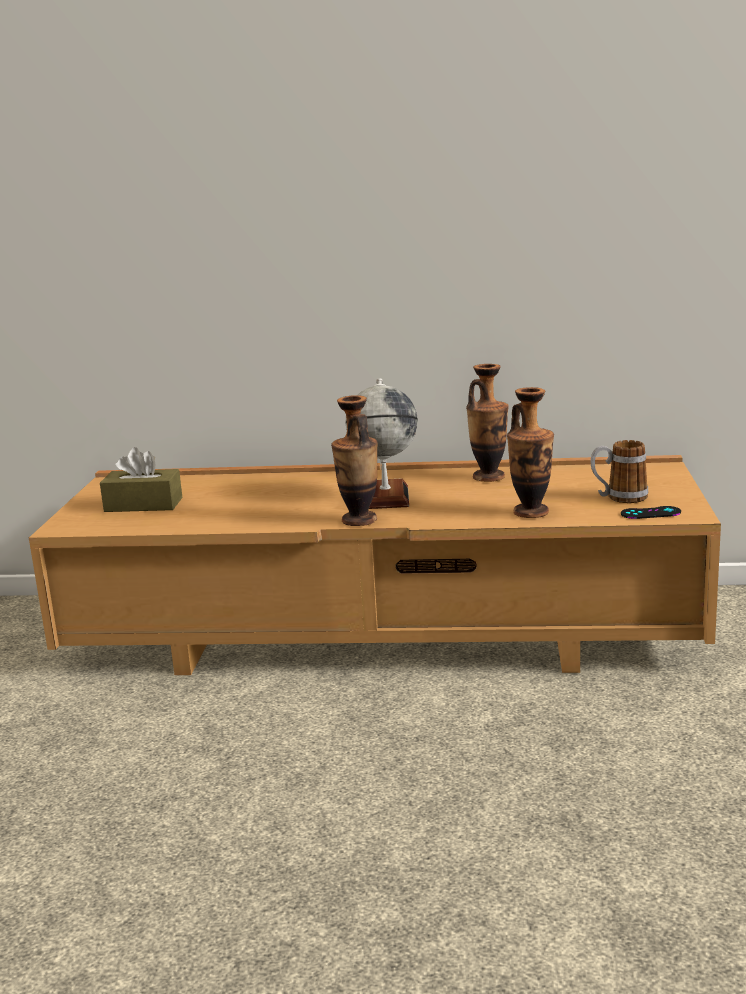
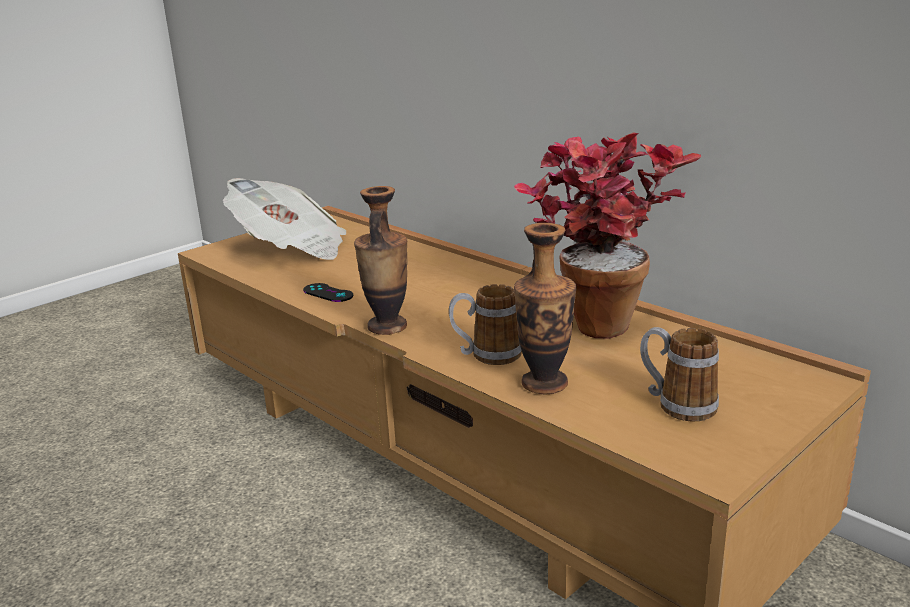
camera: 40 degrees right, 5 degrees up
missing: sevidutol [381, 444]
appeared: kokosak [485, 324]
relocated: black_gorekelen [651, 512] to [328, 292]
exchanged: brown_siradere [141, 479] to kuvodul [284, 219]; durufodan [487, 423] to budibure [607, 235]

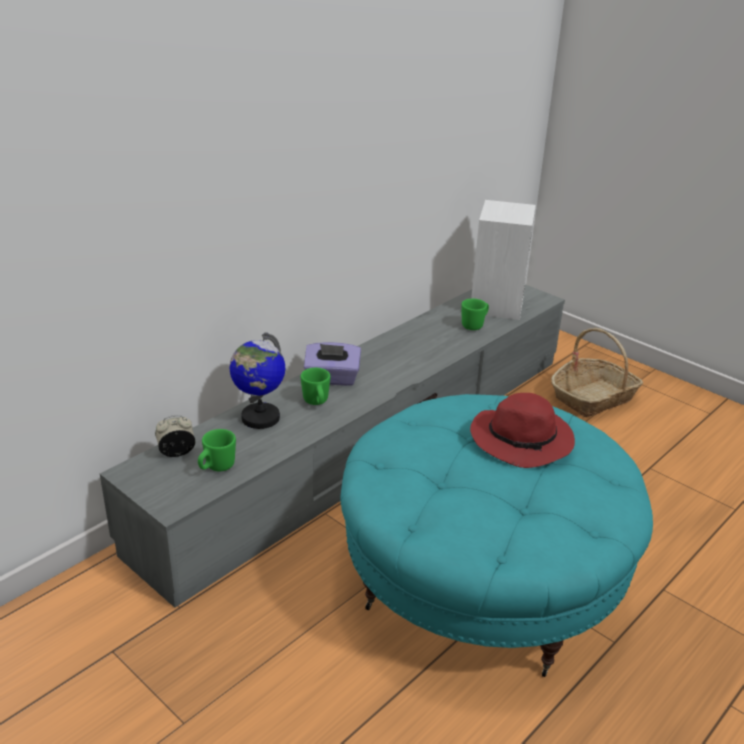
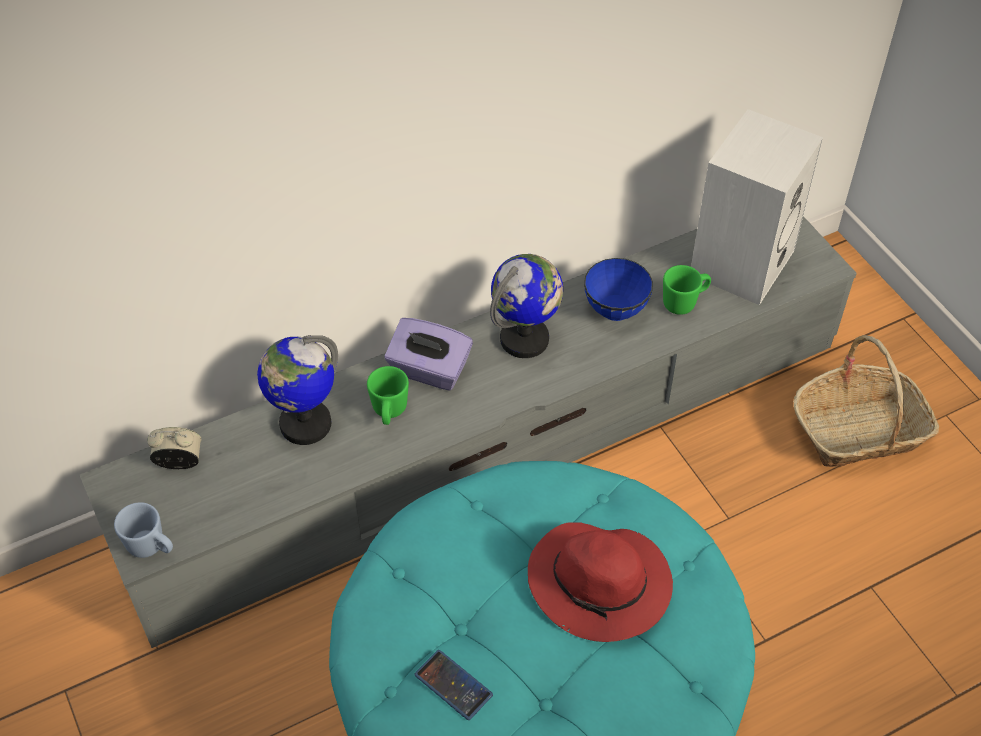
camera: 20 degrees right, 20 degrees up
missing: green_kokosak [217, 450]
appeared: blue_kokosak [143, 530]; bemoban [453, 685]; sevidutol [526, 306]; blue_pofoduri [618, 289]

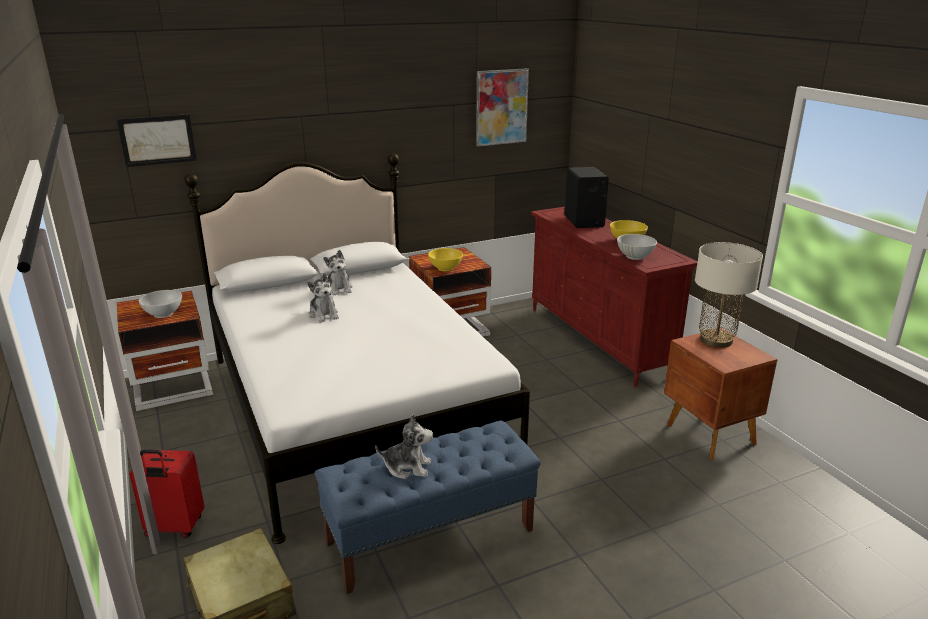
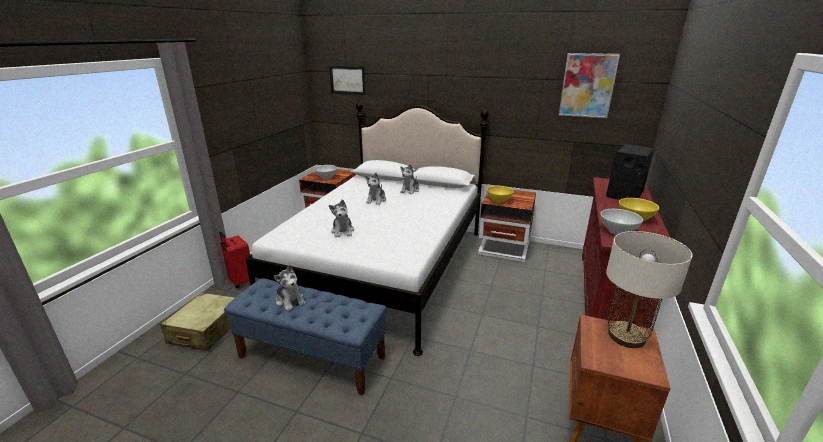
camera: 45 degrees right, 0 degrees up
appeared: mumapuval [341, 218]

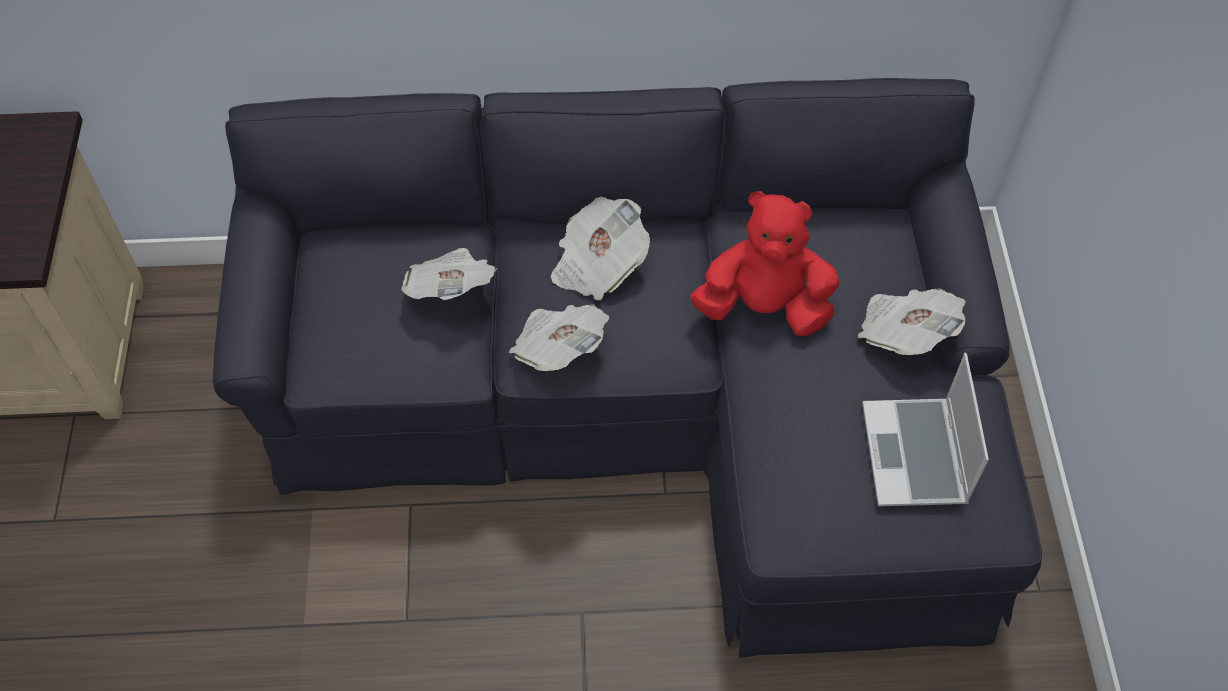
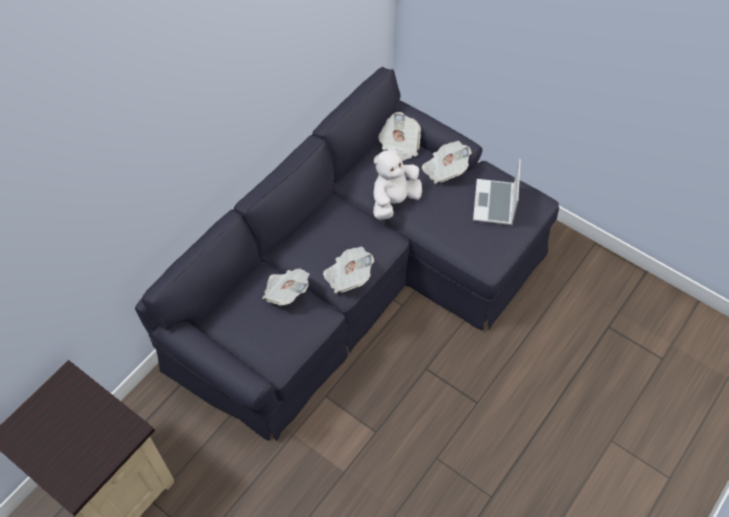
camera: 50 degrees left, 0 degrees up
relocated: kuvodul [600, 248] to [399, 136]
colour: red_mumapuval [765, 264] to white_mumapuval [397, 183]
spun: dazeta [925, 429] = [497, 192] 60 degrees clockwise

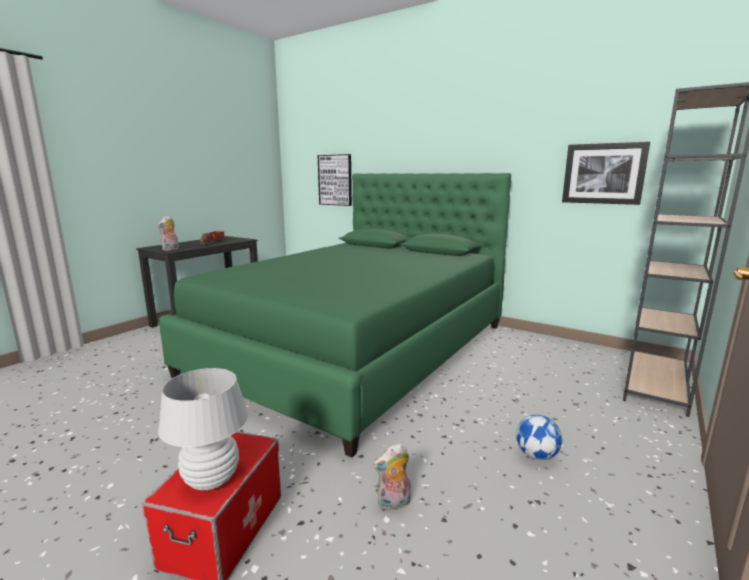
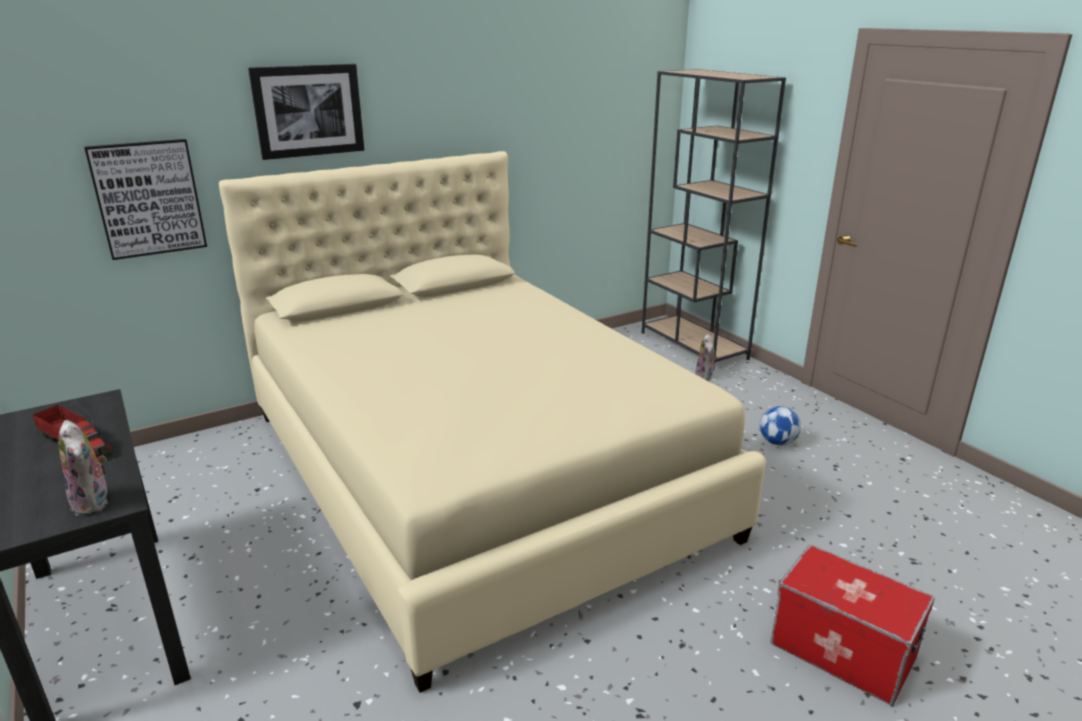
camera: 65 degrees left, 10 degrees up
missing: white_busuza [203, 429]
relocated: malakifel [606, 173] to [306, 112]; mumapuval [392, 477] to [706, 357]
colour: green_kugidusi [335, 315] to beige_kugidusi [492, 422]

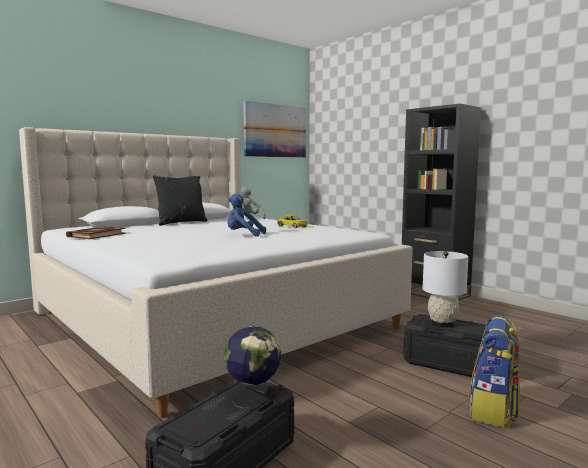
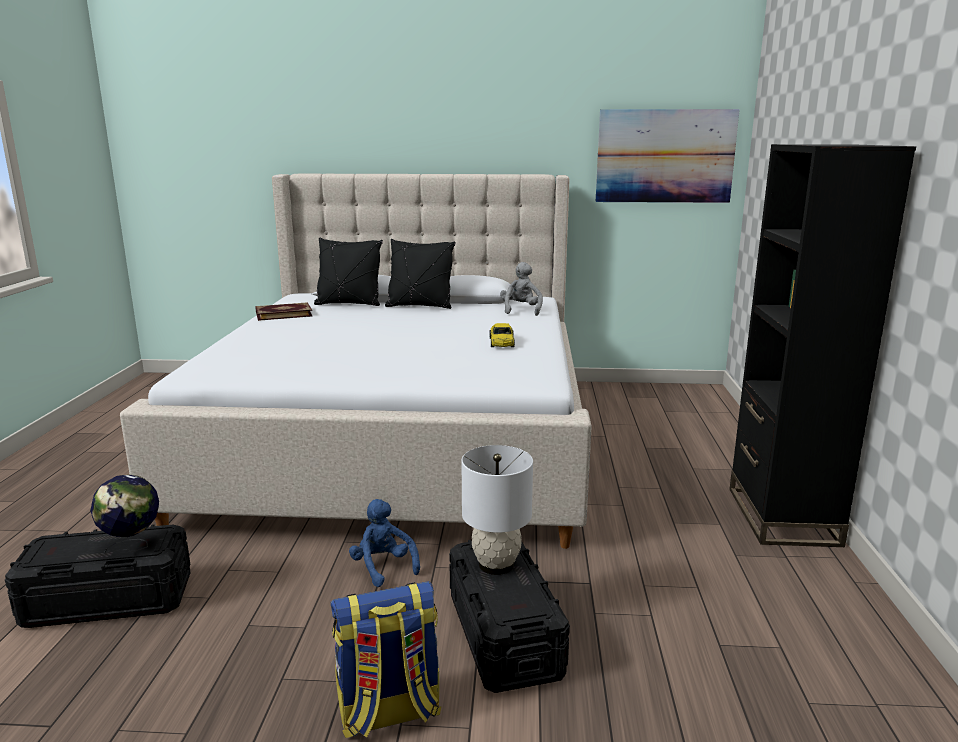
camera: 45 degrees right, 10 degrees up
appeared: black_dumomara [348, 272]
relocated: blue_mumapuval [246, 214] to [384, 543]

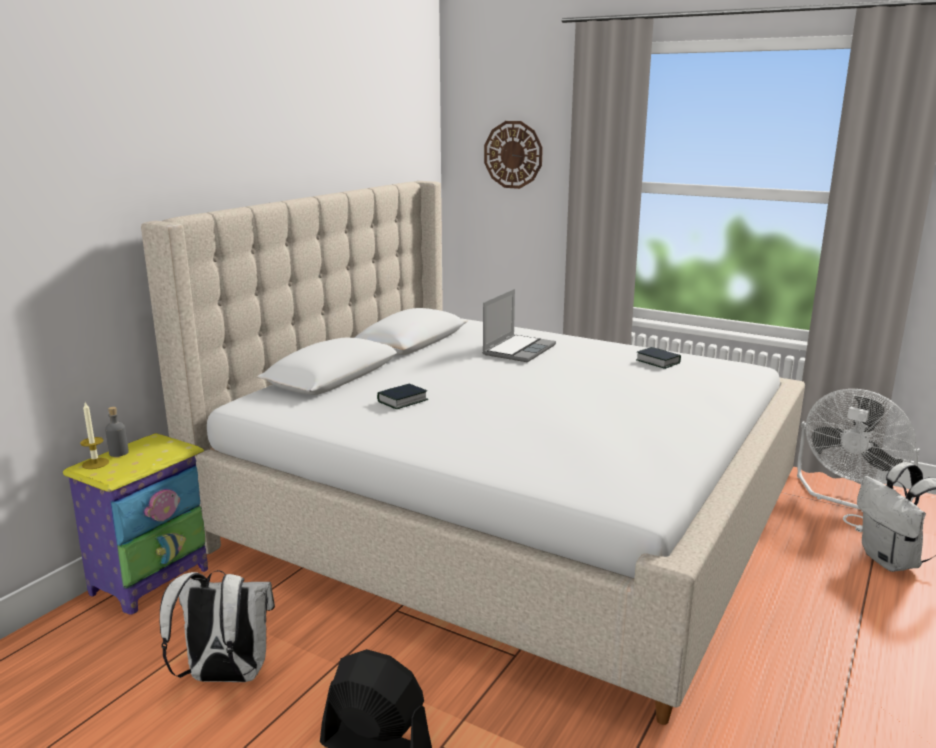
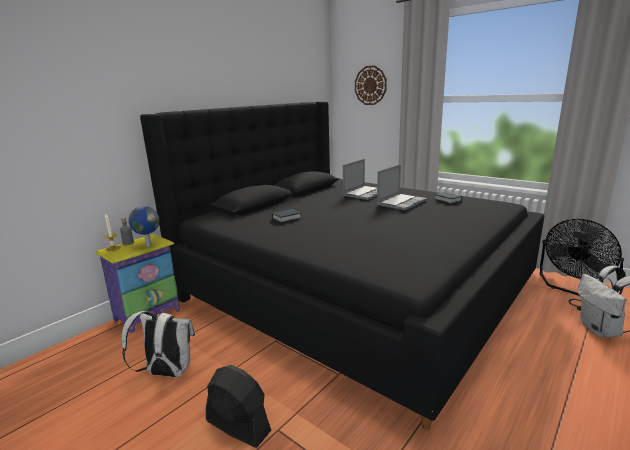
camera: 10 degrees right, 0 degrees up
appeared: sevidutol [144, 226]; dazeta [402, 187]
colour: beige_kugidusi [473, 453] to black_kugidusi [342, 266]; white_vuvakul [858, 460] to black_vuvakul [582, 265]

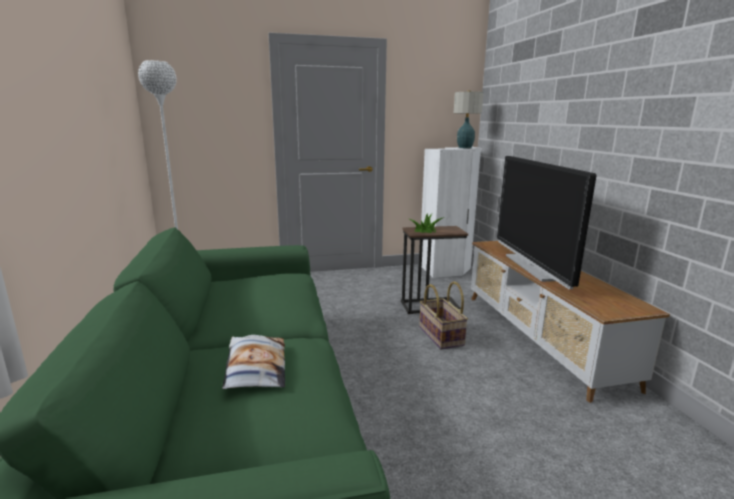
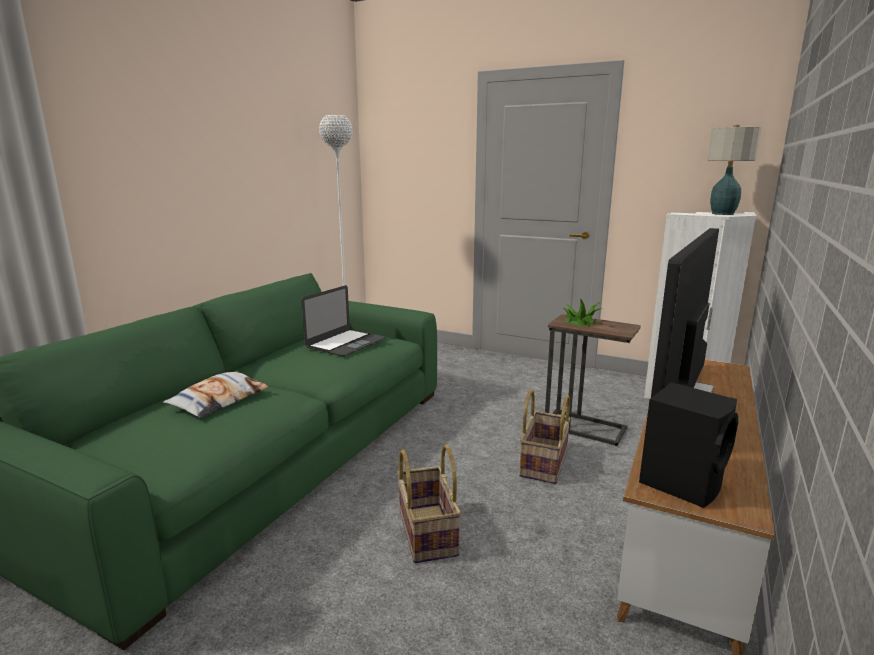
camera: 40 degrees right, 0 degrees up
appeared: dazeta [343, 320]; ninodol [429, 503]; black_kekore [688, 445]

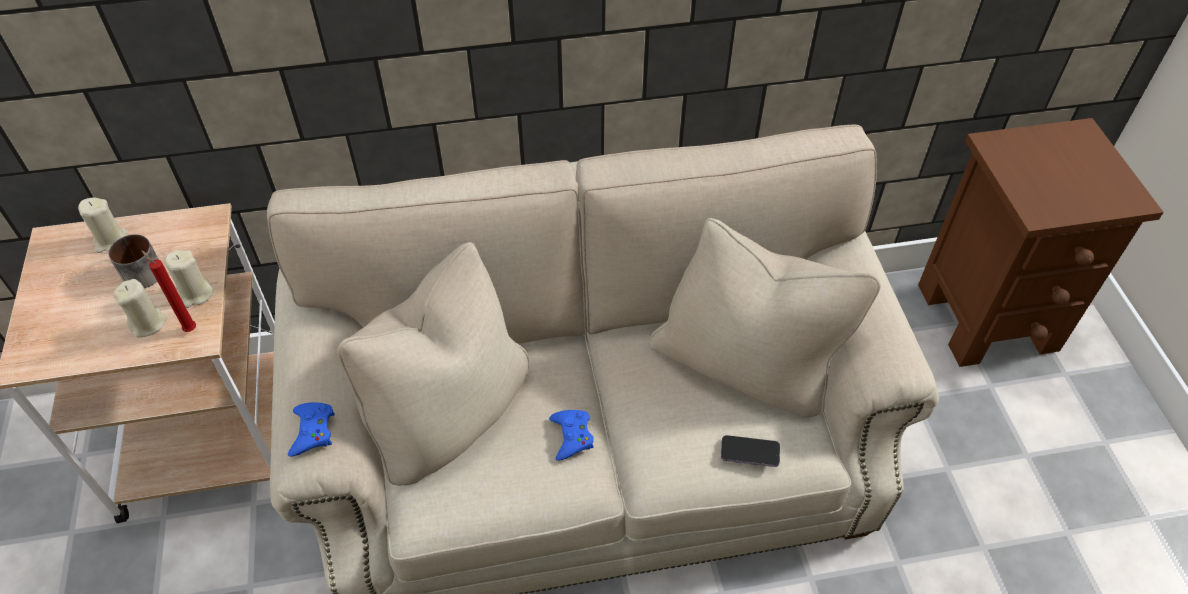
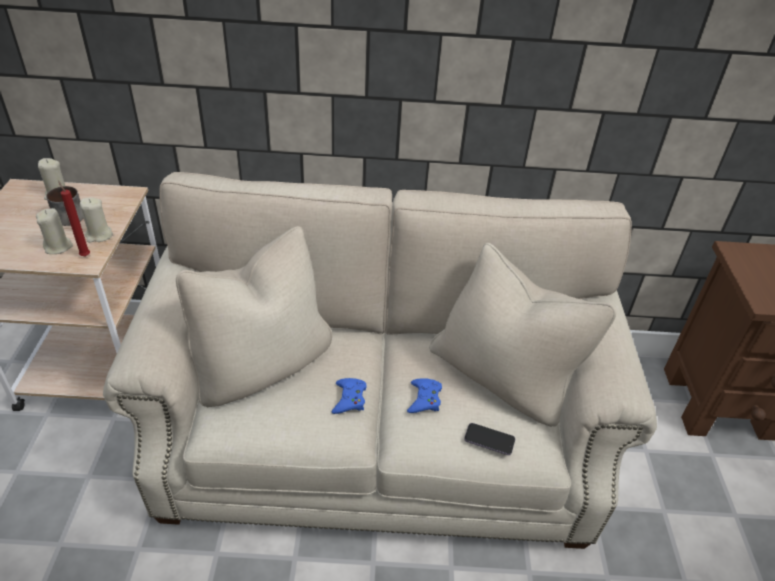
camera: 10 degrees right, 10 degrees down
relocated: blue_gorekelen [311, 429] to [424, 395]

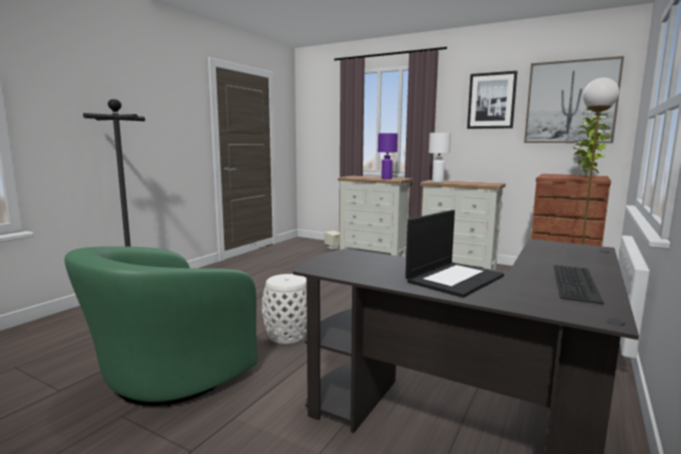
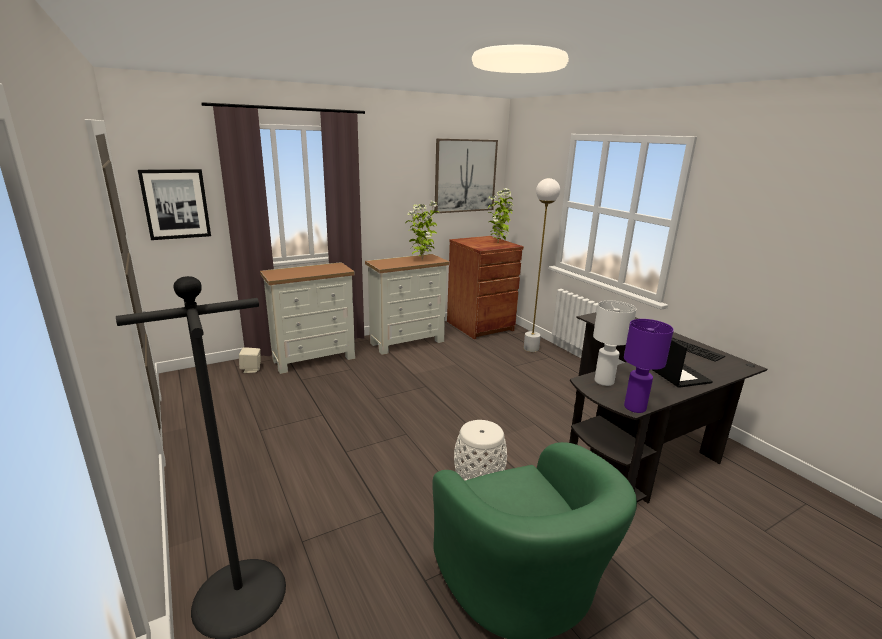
camera: 60 degrees left, 10 degrees up
appeared: budibure [422, 231]
relocated: malakifel [492, 100] to [174, 204]; white_busuza [440, 157] to [614, 343]; purple_busuza [388, 156] to [649, 366]

